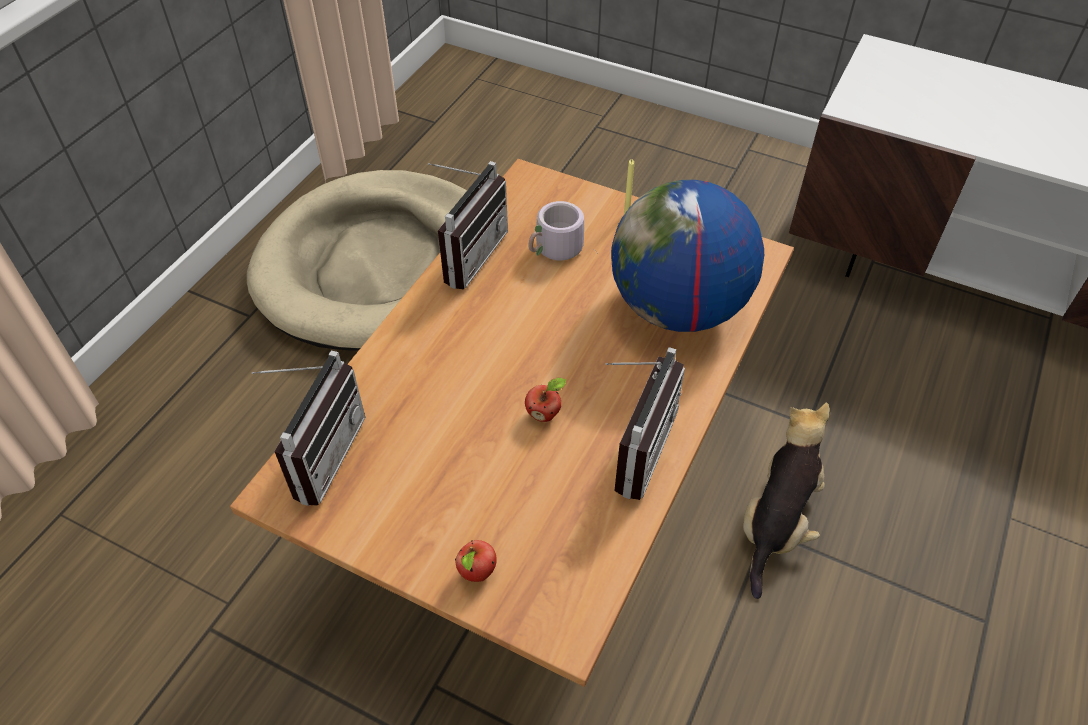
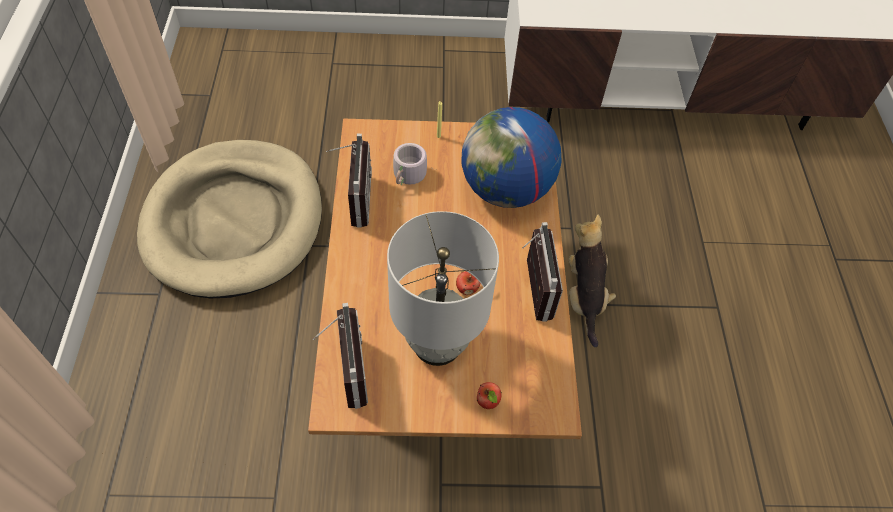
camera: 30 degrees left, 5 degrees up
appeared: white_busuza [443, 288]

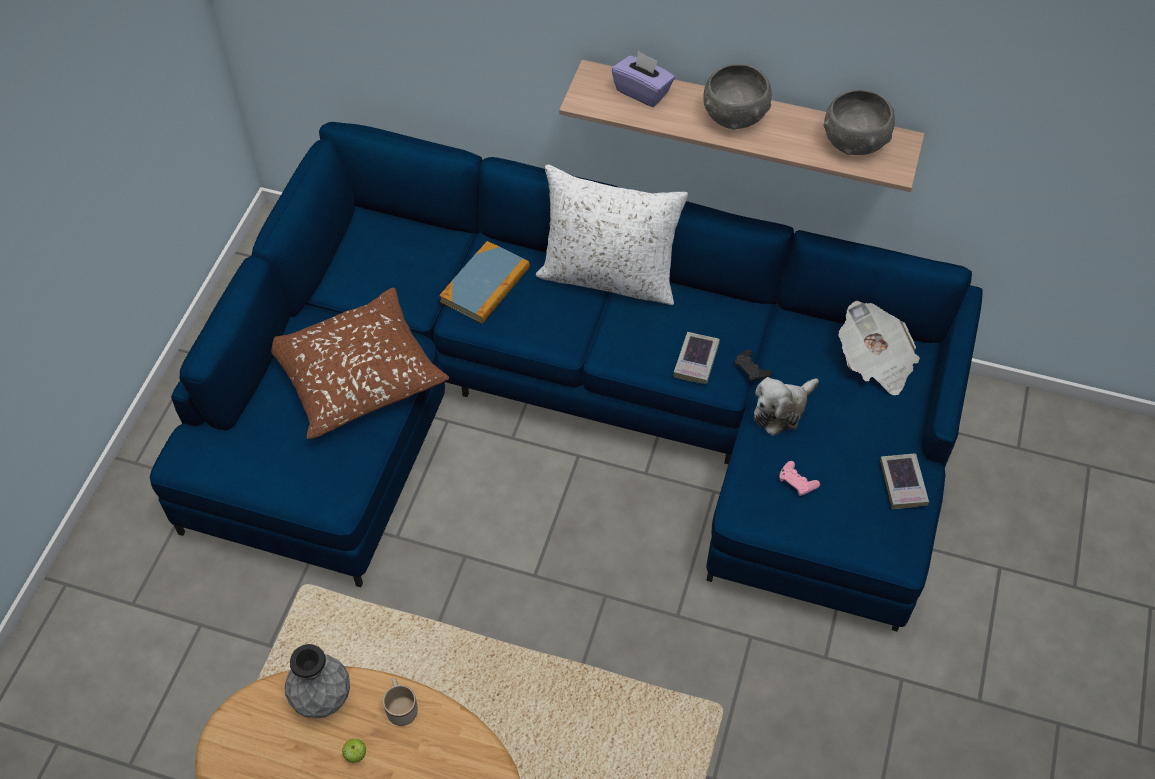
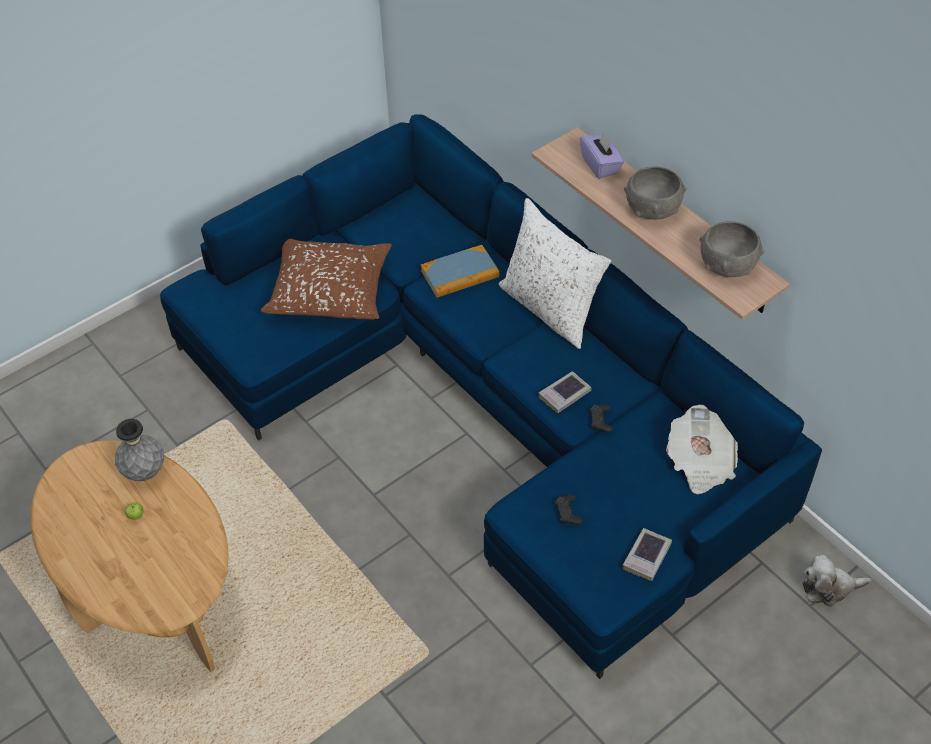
camera: 35 degrees right, 5 degrees down
missing: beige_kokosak [400, 702]
relocated: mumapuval [786, 406] to [836, 581]
colour: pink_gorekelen [799, 478] to black_gorekelen [569, 510]

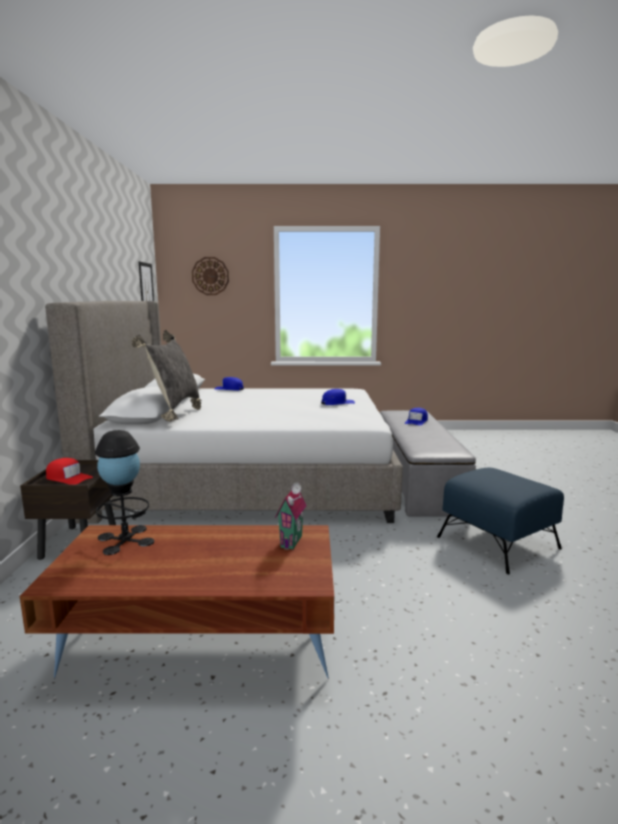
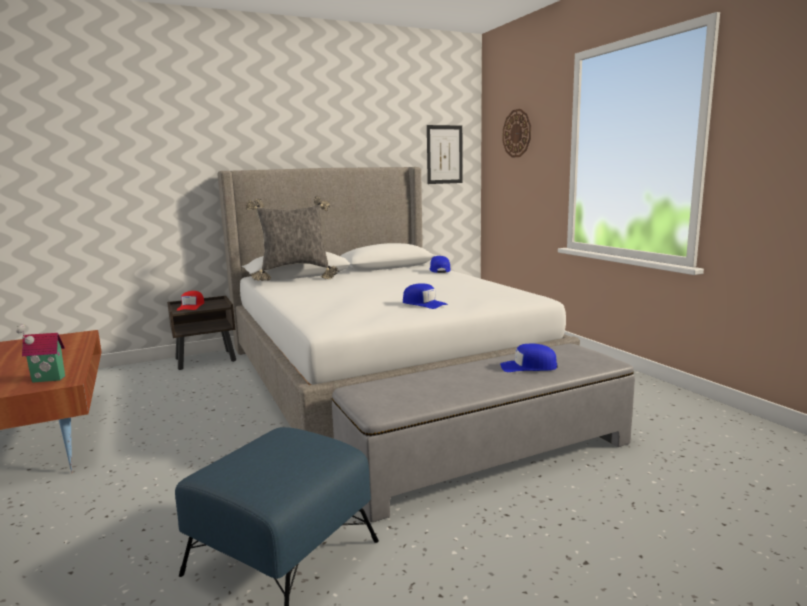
camera: 65 degrees right, 0 degrees up
missing: black_busuza [124, 492]

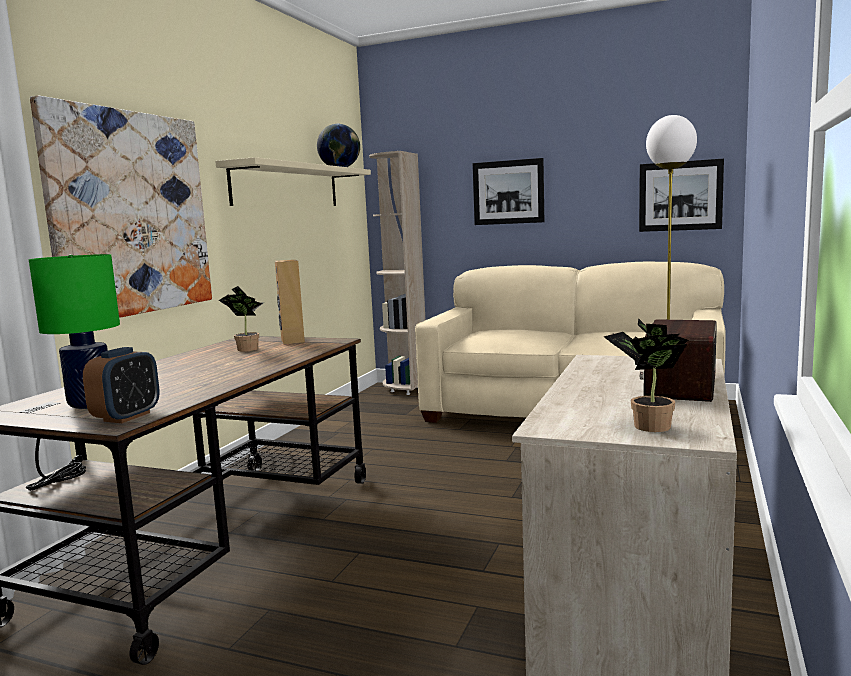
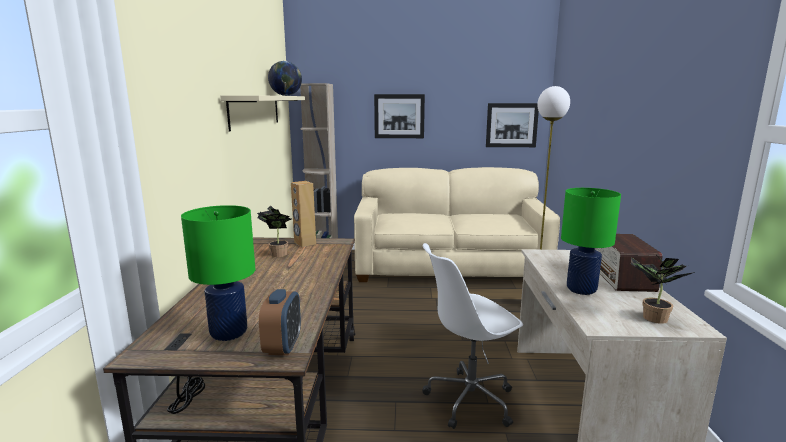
camera: 20 degrees left, 5 degrees up
missing: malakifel [121, 206]
appeared: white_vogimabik [472, 336]; green_busuza [591, 241]

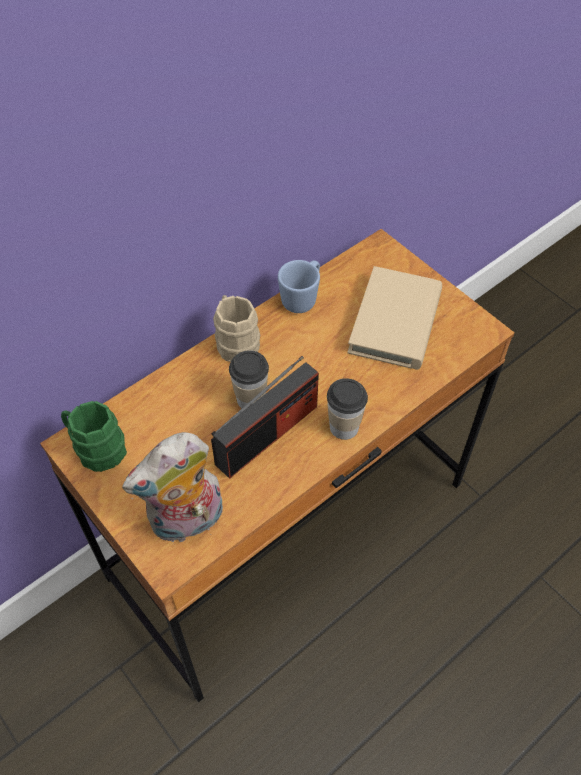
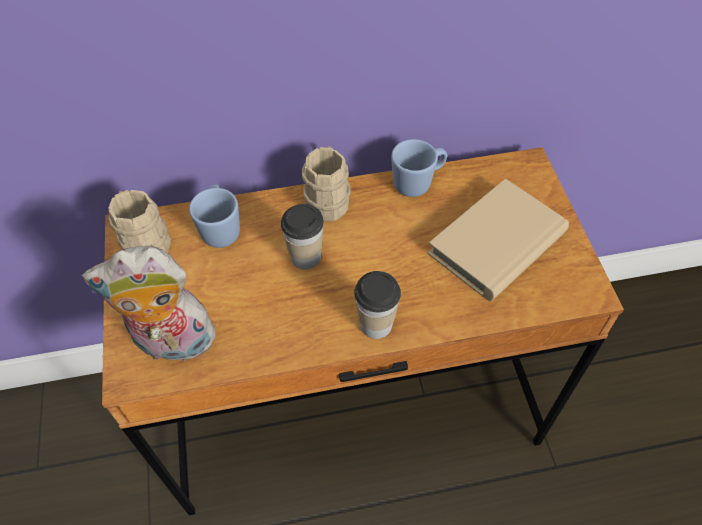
camera: 30 degrees right, 0 degrees up
missing: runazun [265, 417]
appeared: blue_kokosak [214, 216]
colour: green_kokosak [94, 436] to beige_kokosak [139, 221]

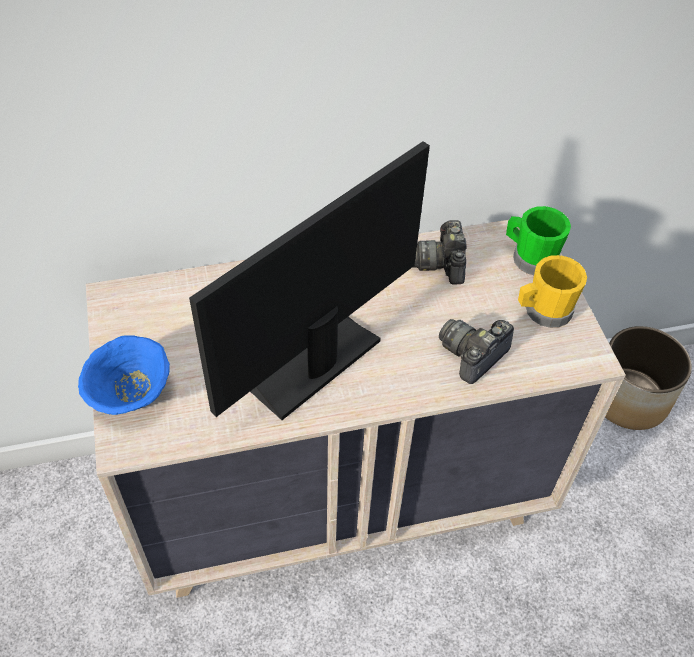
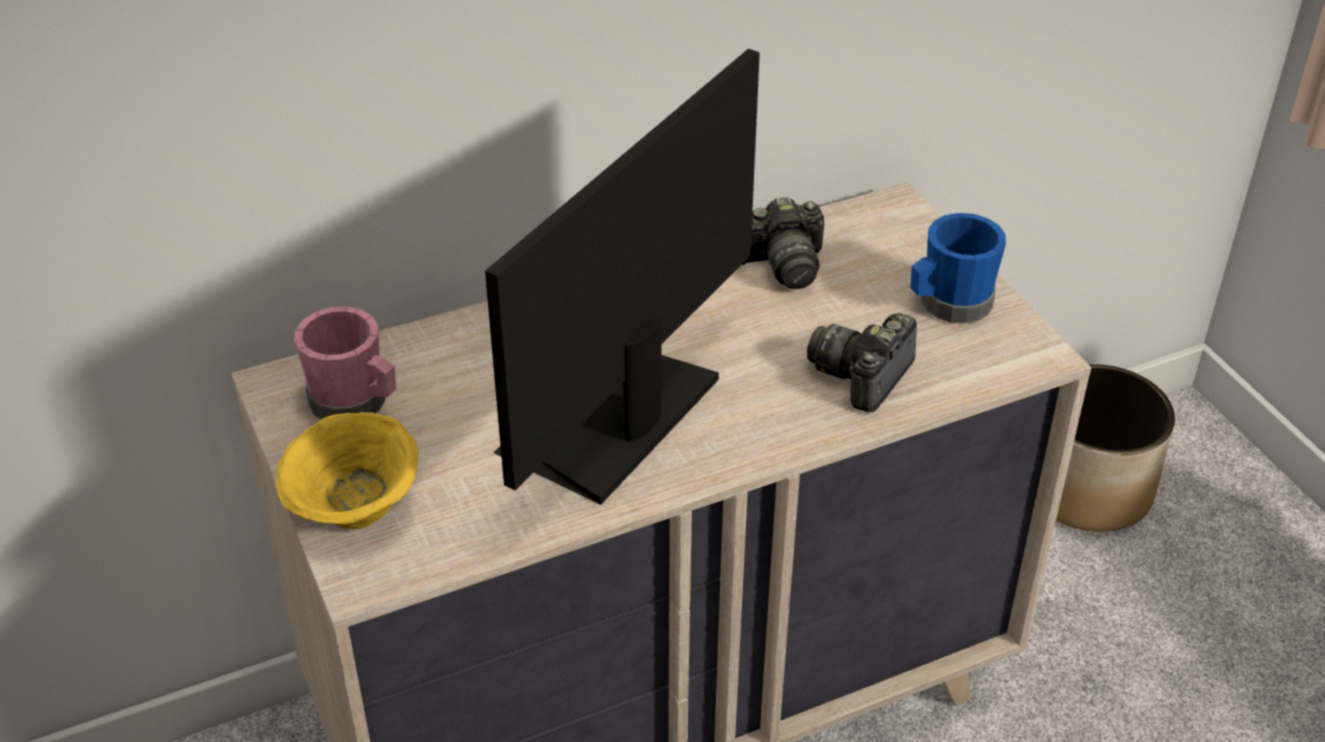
camera: 10 degrees left, 10 degrees down
missing: green_kokosak [538, 240]
appeared: pink_kokosak [345, 363]
colour: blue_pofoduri [124, 375] to yellow_pofoduri [346, 470]; yellow_kokosak [552, 291] to blue_kokosak [958, 268]
spun: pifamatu [440, 252] = [783, 242] 90 degrees counterclockwise

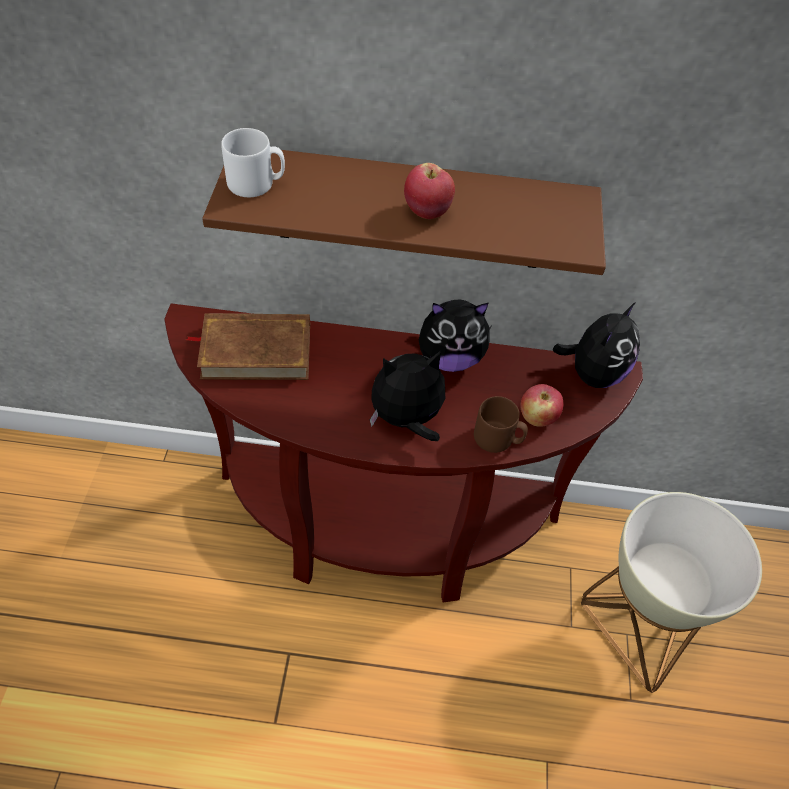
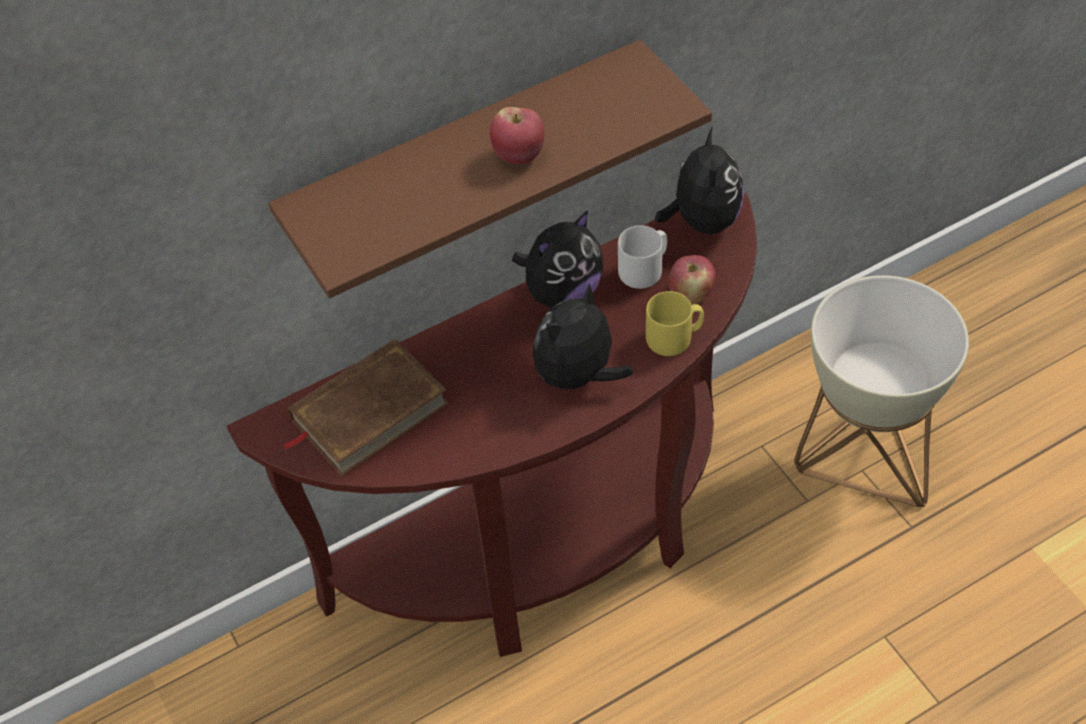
camera: 30 degrees left, 0 degrees up
relocated: white_kokosak [253, 162] to [642, 257]
colour: brown_kokosak [501, 424] to yellow_kokosak [675, 323]

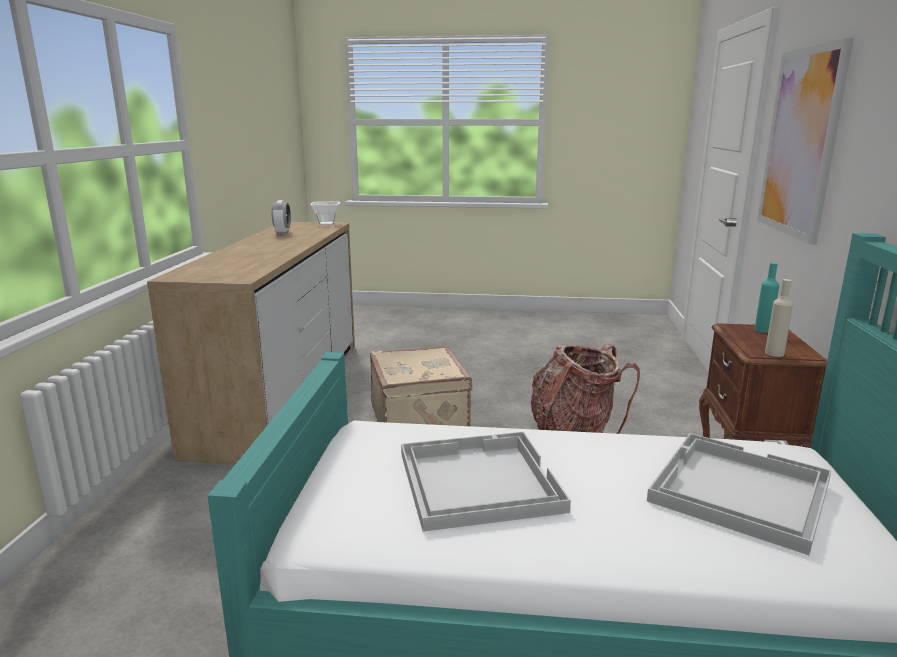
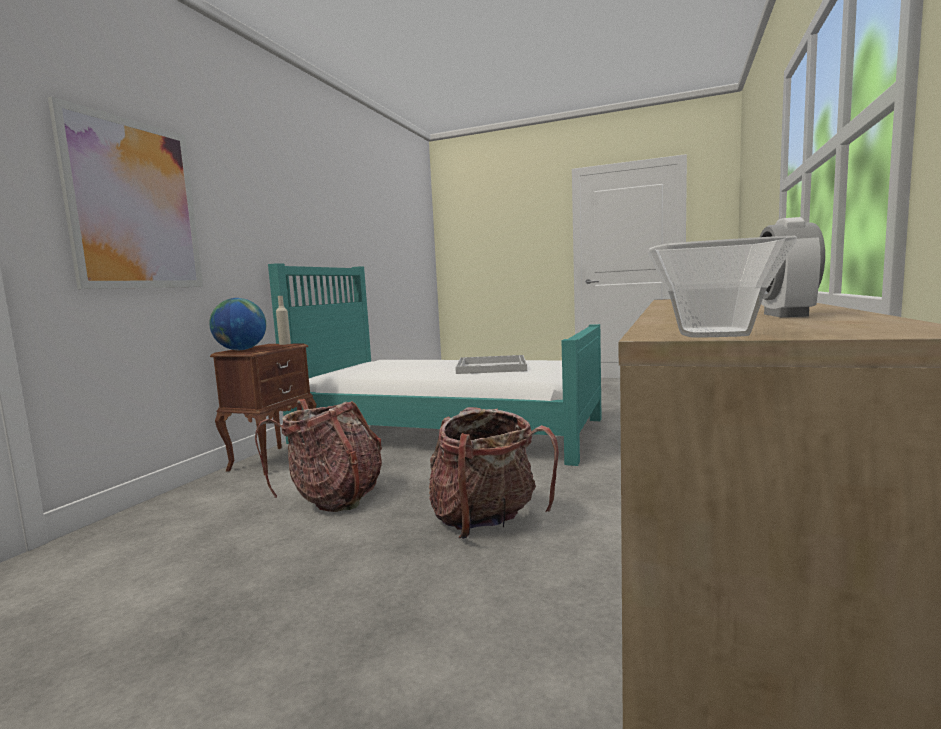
camera: 165 degrees left, 10 degrees down
missing: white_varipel [739, 494]
exchanged: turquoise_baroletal [767, 297] to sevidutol [237, 324]; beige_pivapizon [421, 386] to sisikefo [494, 473]

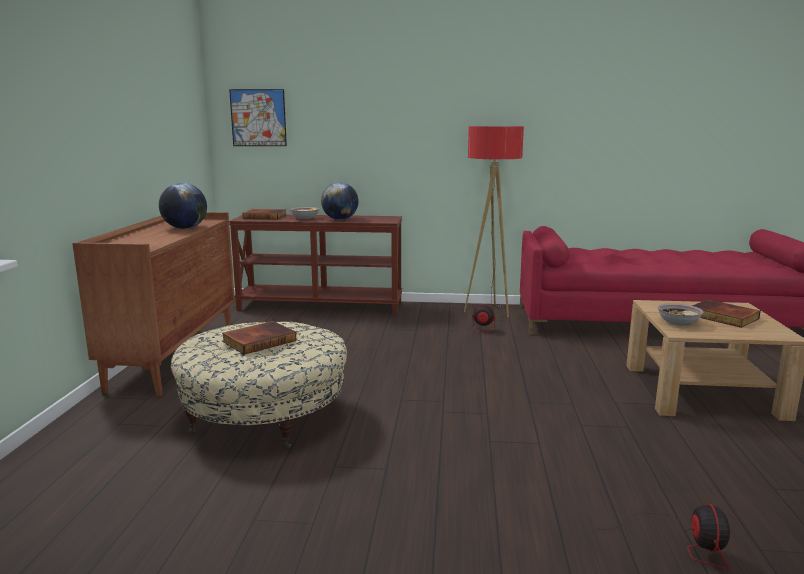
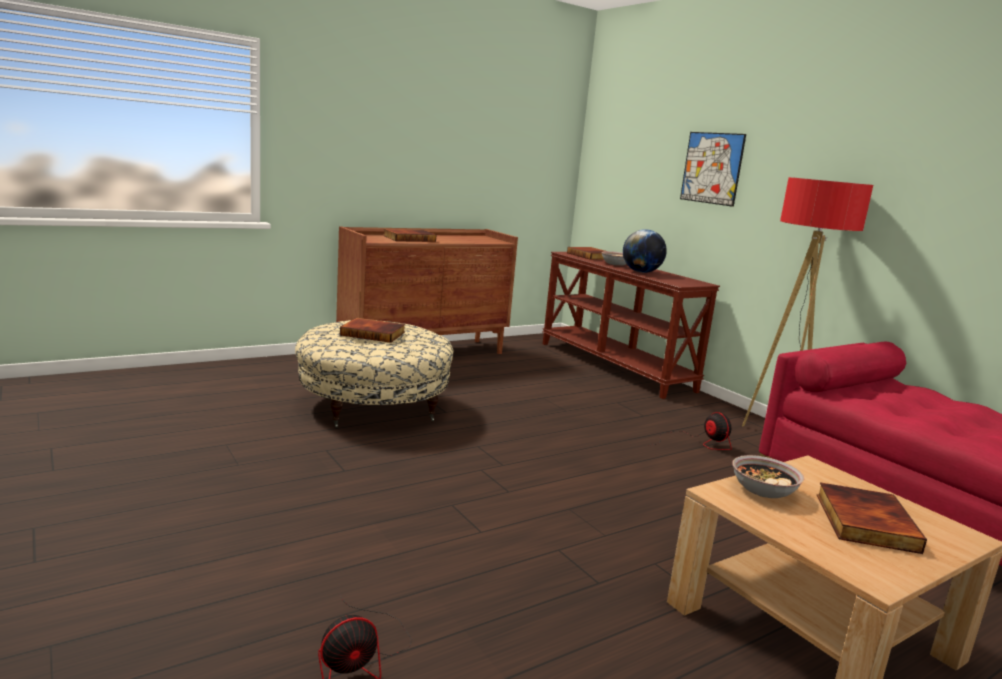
camera: 50 degrees right, 0 degrees up
missing: sevidutol [183, 206]
appeared: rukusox [409, 235]
relocated: malakifel [258, 117] to [713, 169]

